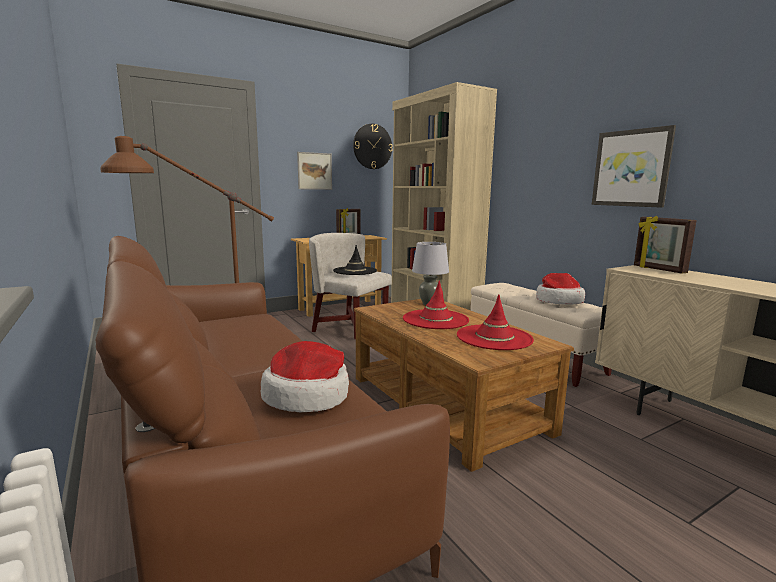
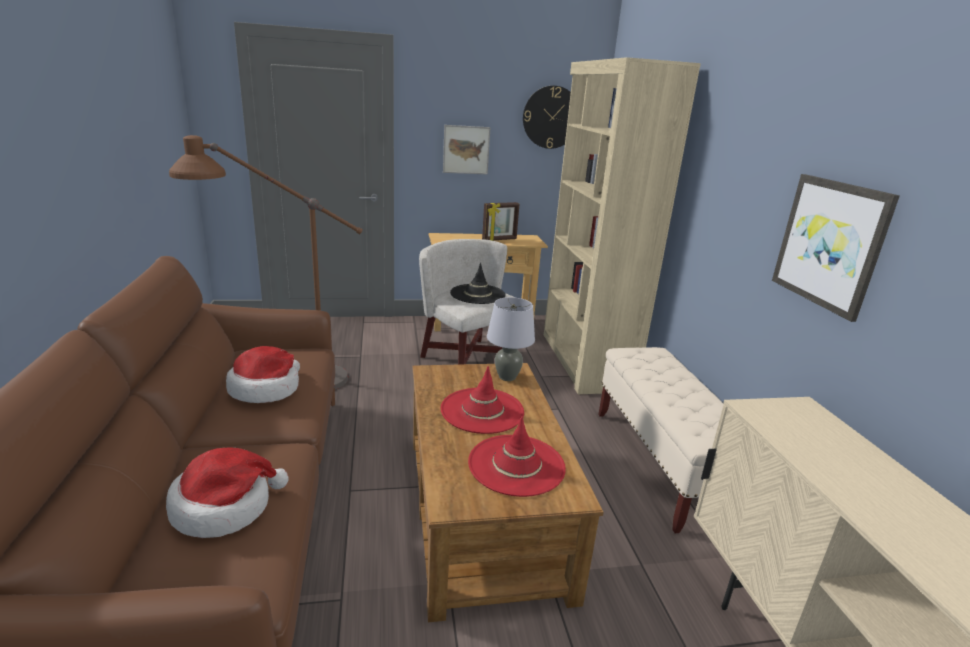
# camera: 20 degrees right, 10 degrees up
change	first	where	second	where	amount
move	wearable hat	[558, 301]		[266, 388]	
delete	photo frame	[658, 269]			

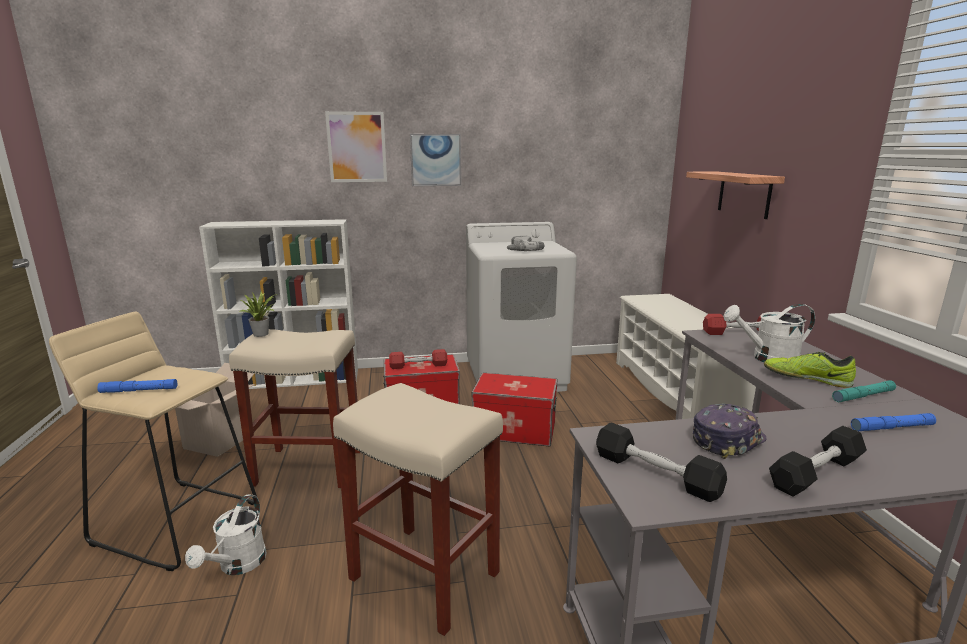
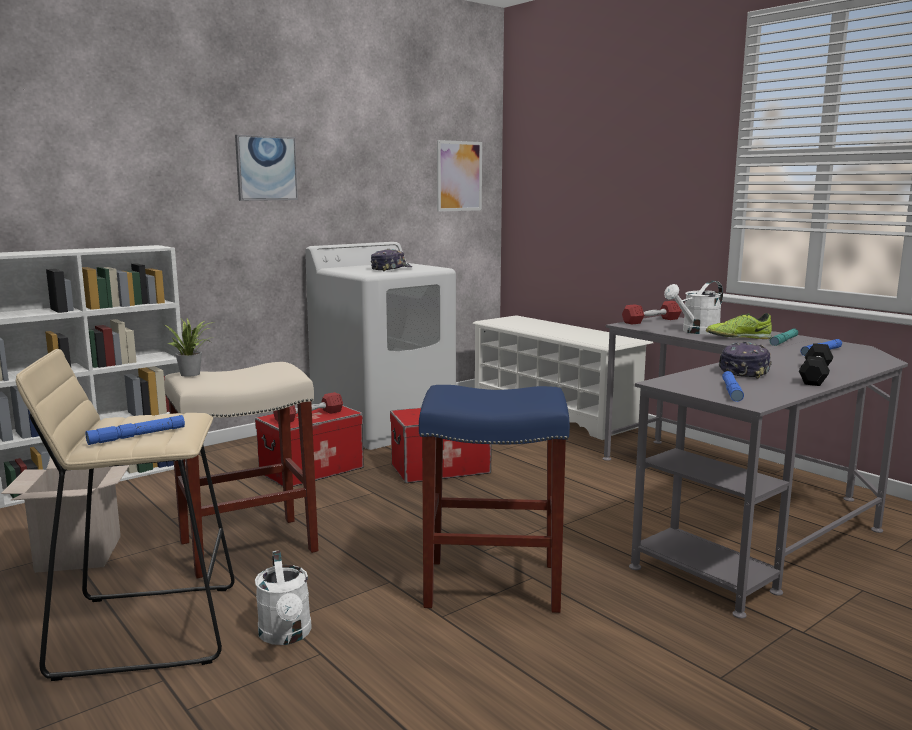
# camera: 30 degrees left, 5 degrees down
change	first	where	second	where	amount
replace	drill	[520, 249]	baseball cap	[391, 269]	
recolor	beige sitting stool	[422, 575]	blue-coloured sitting stool	[490, 585]	
move	wall art	[357, 147]		[459, 176]	
replace	blackish hand weight	[655, 474]	blue-coloured torch	[731, 391]	
delete	shelf	[744, 194]			

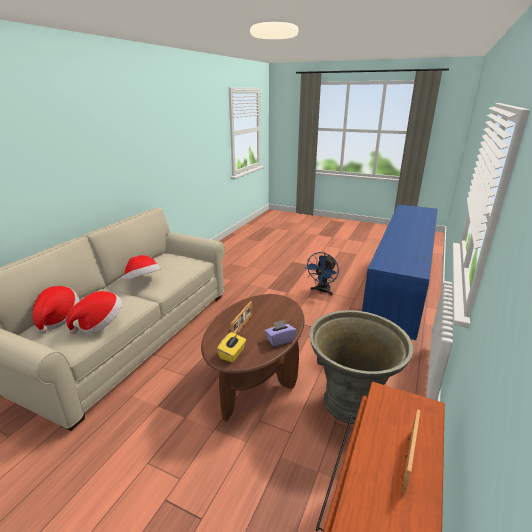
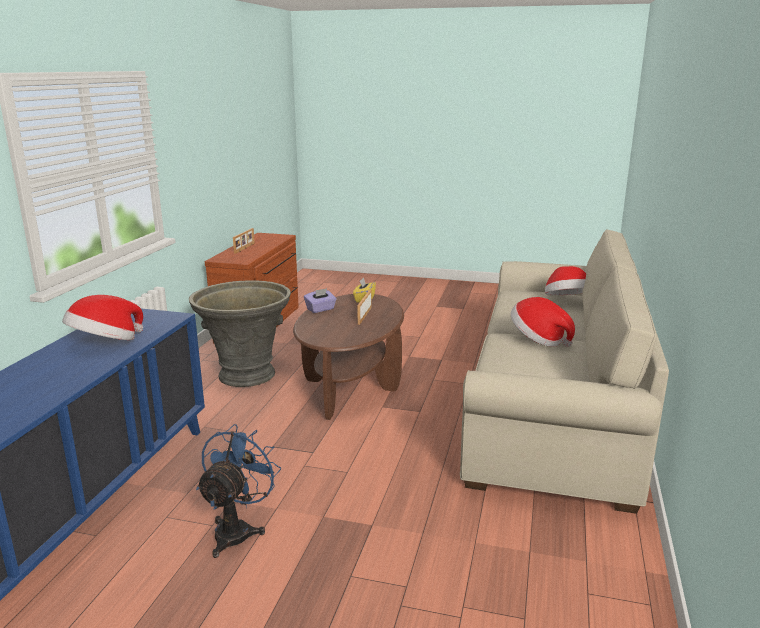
# camera: 170 degrees right, 5 degrees down
change	first	where	second	where	amount
move	wearable hat	[100, 324]		[105, 343]	

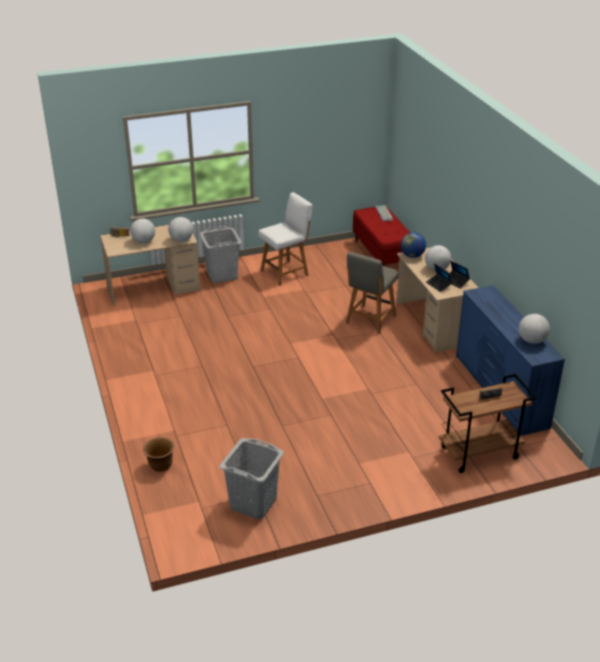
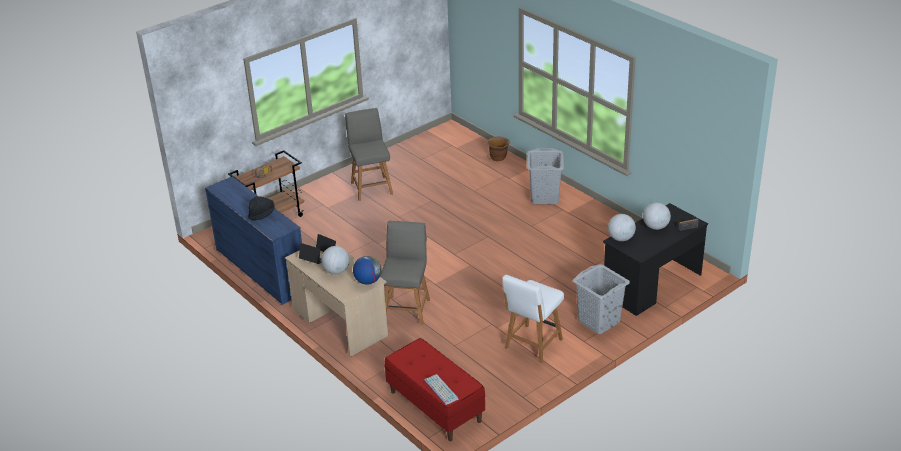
# camera: 160 degrees right, 0 degrees up
change	first	where	second	where	amount
insert			blackish wearable hat	[262, 214]	
insert			gray upright chair	[371, 187]	
move	gray laundry basket	[253, 503]		[545, 197]	
recolor	beige desk table	[153, 289]	blackish desk table	[652, 285]	
delete	world globe	[532, 341]			

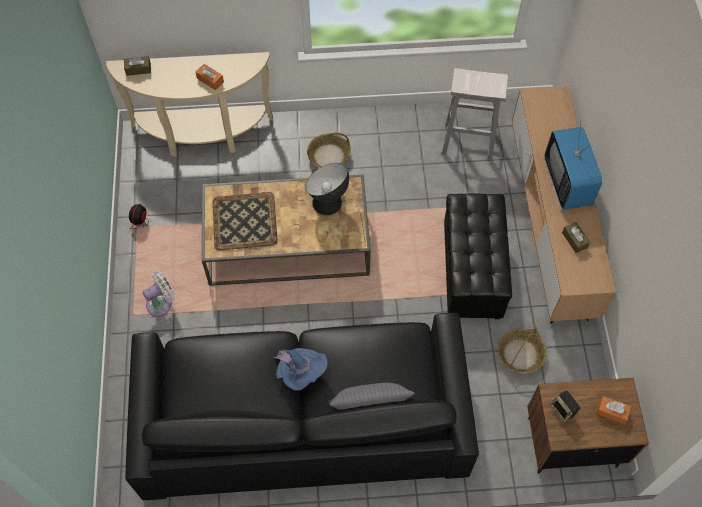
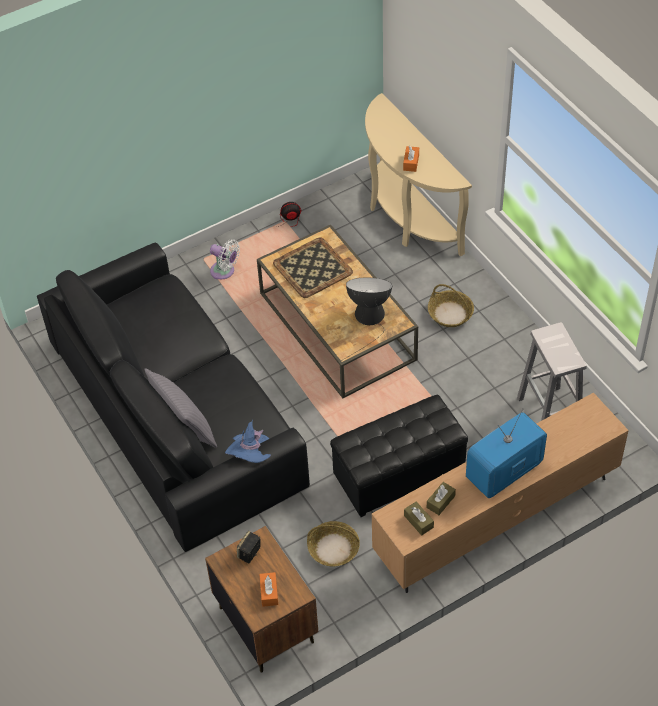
# camera: 65 degrees right, 10 degrees down
change	first	where	second	where	amount
move	blue-coloured wearable hat	[301, 373]		[251, 456]	
move	brown-coloured tissue box	[138, 69]		[418, 521]	

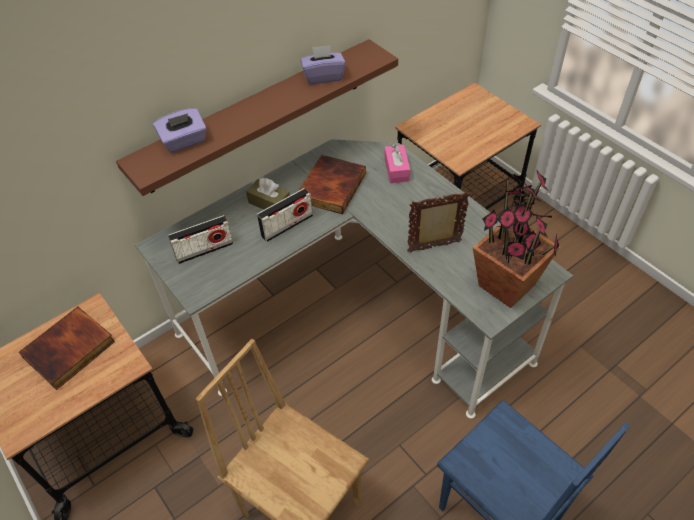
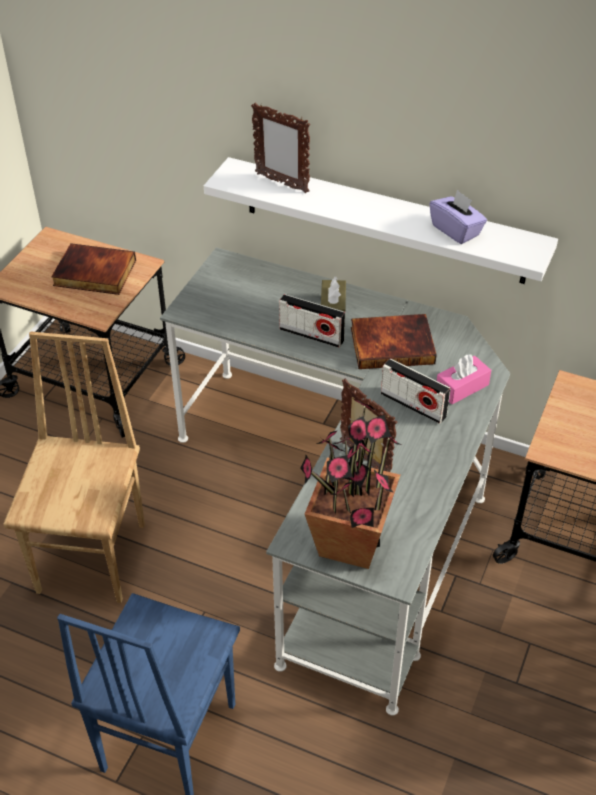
# camera: 60 degrees right, 5 degrees down
change	first	where	second	where	amount
recolor	brown-coloured shelf	[256, 115]	white shelf	[384, 221]	
replace	purple tissue box	[184, 142]	photo frame	[281, 183]	
move	radio set	[204, 250]		[413, 405]	

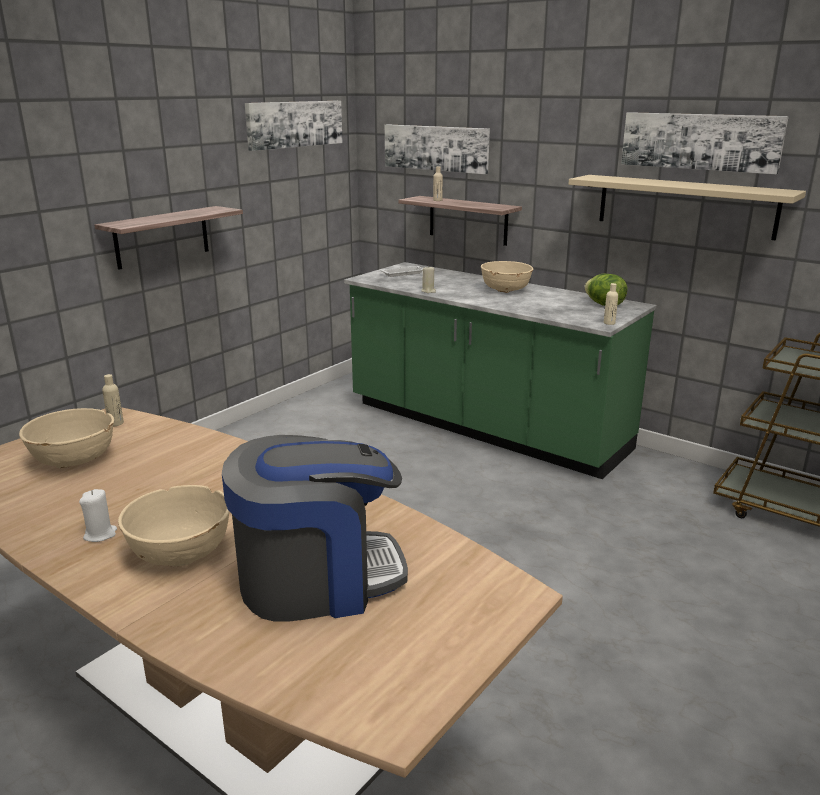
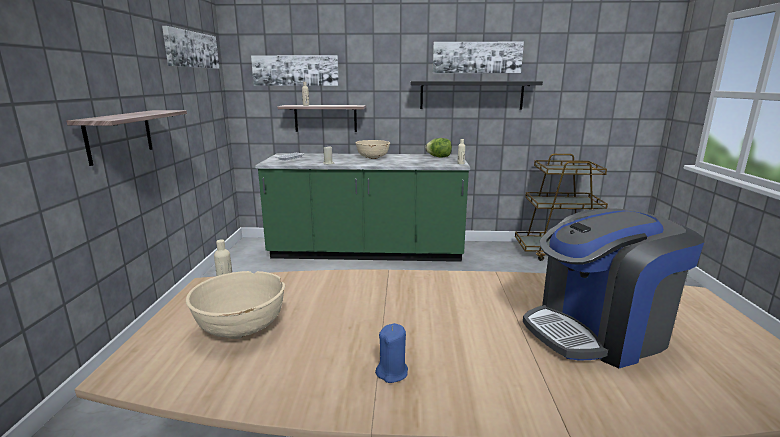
# camera: 35 degrees left, 5 degrees down
change	first	where	second	where	amount
recolor	white candle	[100, 534]	blue-coloured candle	[392, 372]	
recolor	beige shelf	[685, 206]	blackish shelf	[471, 95]	
rotate	coffee maker	[318, 579]		[598, 331]	150 degrees counterclockwise
delete	beige serving bowl	[180, 552]			

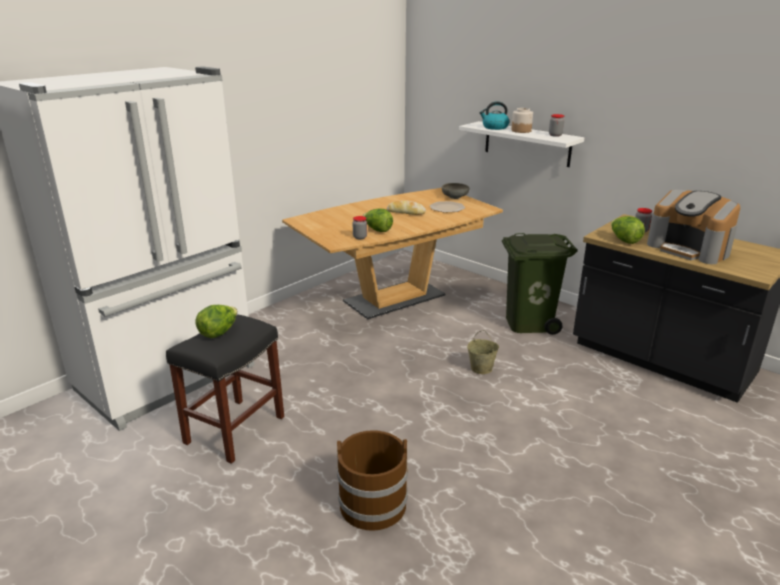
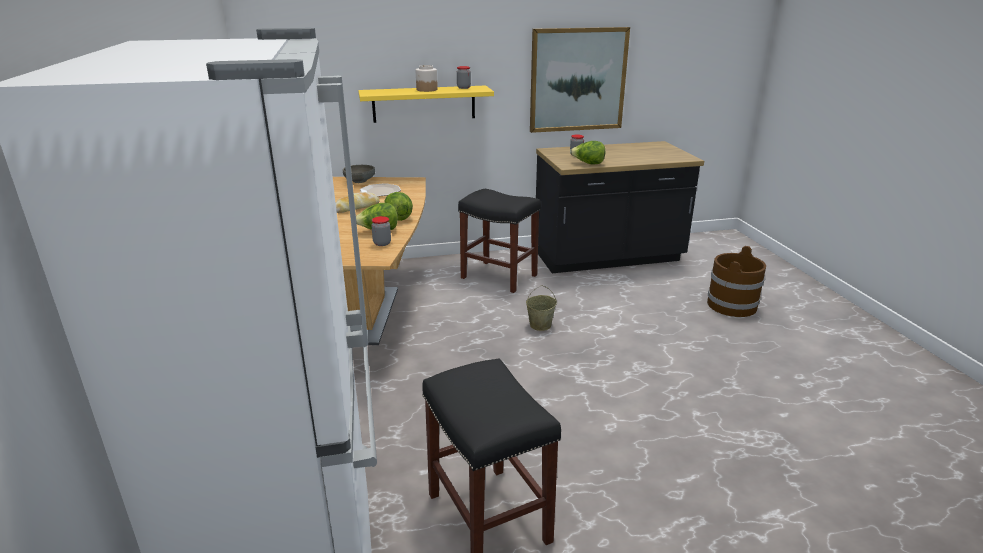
# camera: 55 degrees left, 0 degrees up
change	first	where	second	where	amount
recolor	white shelf	[527, 144]	yellow-coloured shelf	[424, 104]	
move	head of lettuce	[219, 332]		[398, 217]	
replace	green waste bin	[528, 323]	blackish sitting stool	[498, 276]	
insert			wall art	[578, 80]	
move	brown-coloured bucket	[372, 505]		[732, 305]	
delete	water kettle	[494, 127]			
delete	coffee maker	[689, 249]			

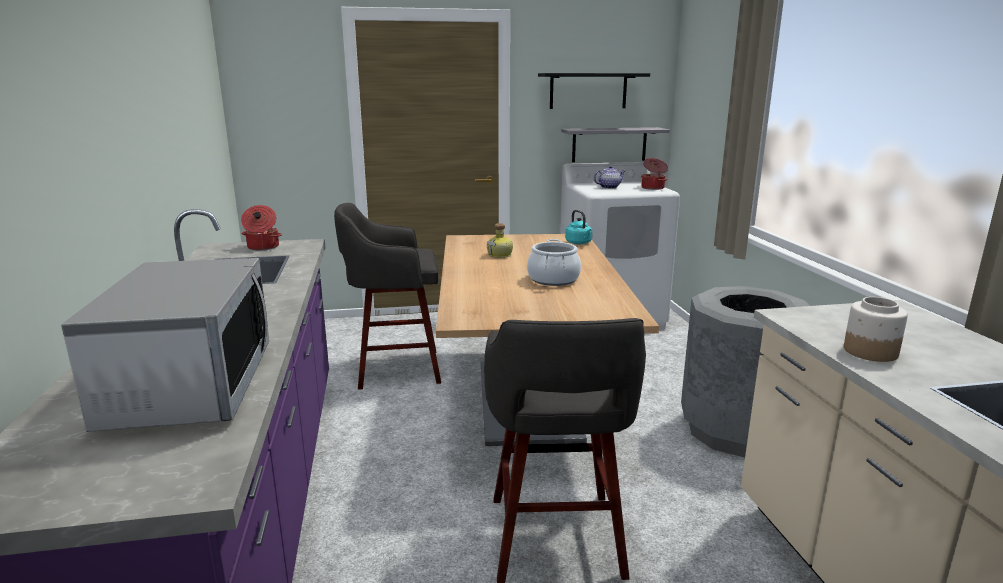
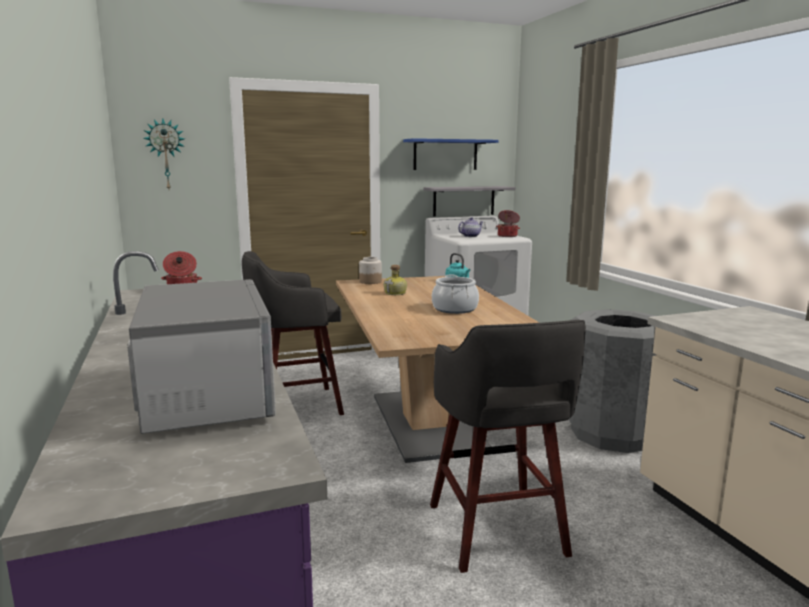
# camera: 10 degrees left, 5 degrees down
change	first	where	second	where	amount
insert			clock on the wall	[166, 155]	
move	preserve jar	[869, 352]		[370, 282]	
recolor	blackish shelf	[588, 91]	blue-coloured shelf	[445, 154]	

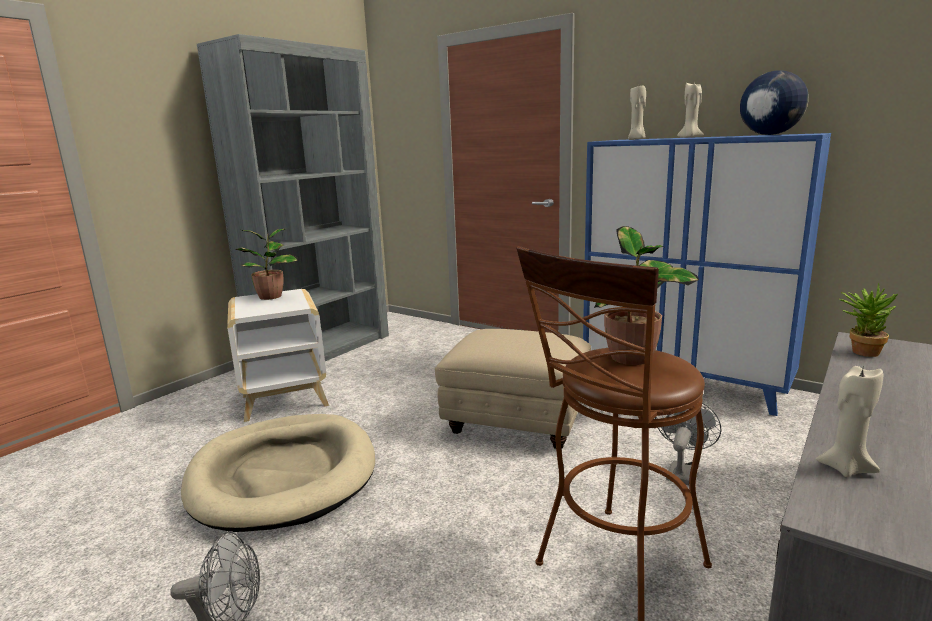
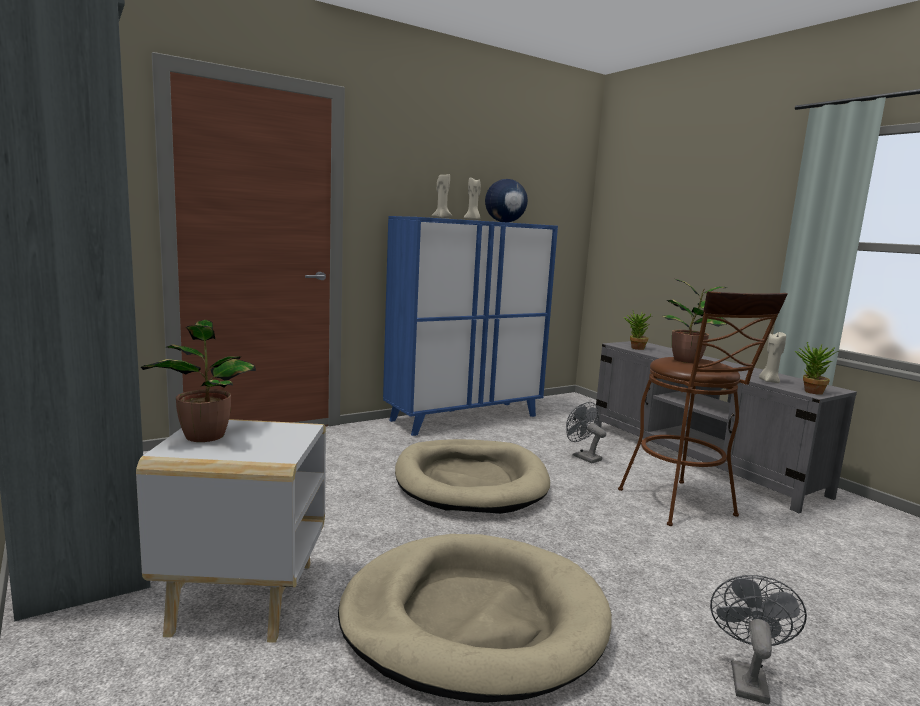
# camera: 70 degrees left, 5 degrees down
change	first	where	second	where	amount
replace	beige ottoman	[518, 423]	beige pet bed	[470, 481]	
insert			plant in a pot	[810, 392]	

